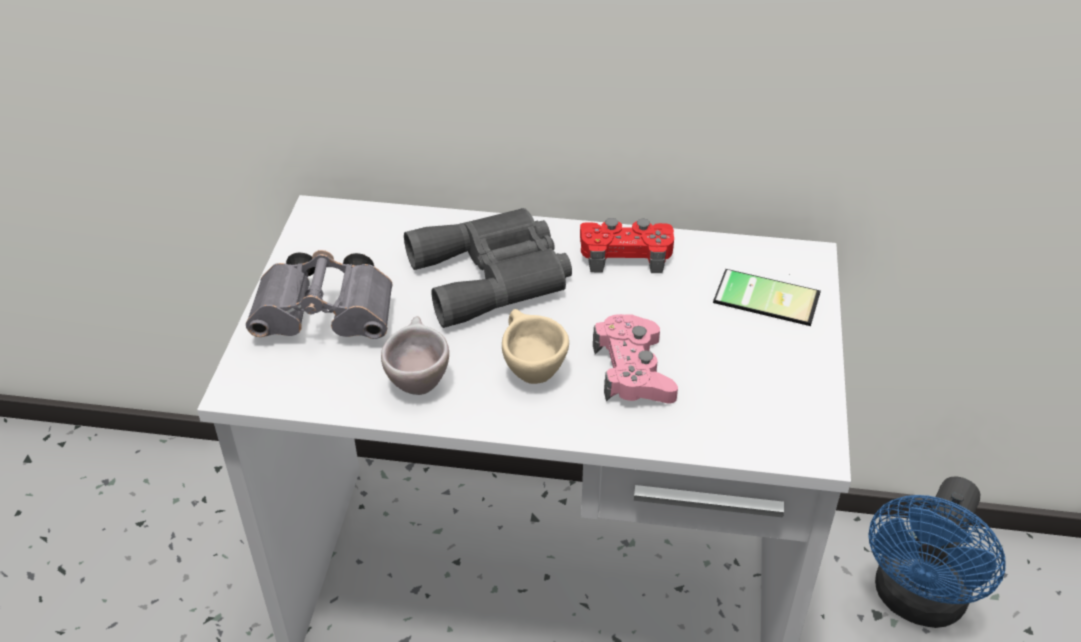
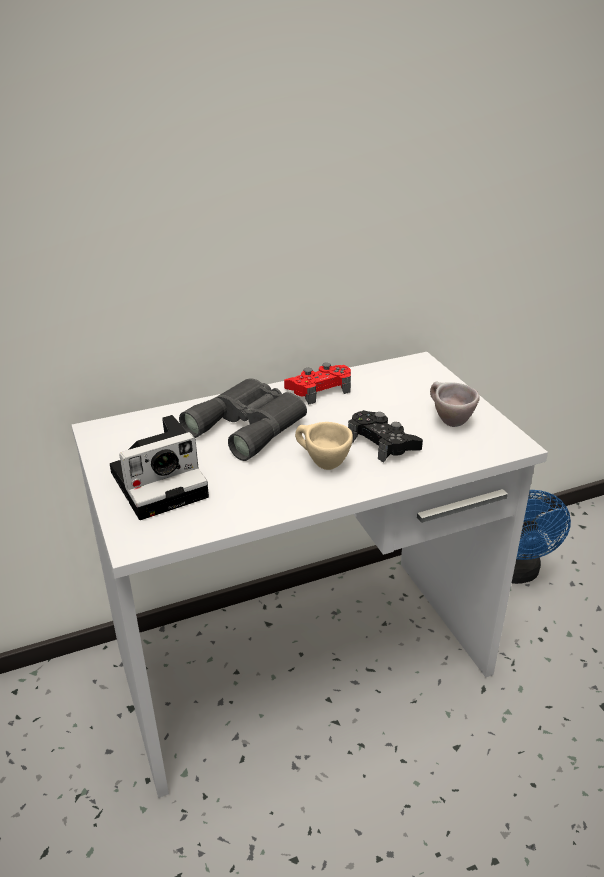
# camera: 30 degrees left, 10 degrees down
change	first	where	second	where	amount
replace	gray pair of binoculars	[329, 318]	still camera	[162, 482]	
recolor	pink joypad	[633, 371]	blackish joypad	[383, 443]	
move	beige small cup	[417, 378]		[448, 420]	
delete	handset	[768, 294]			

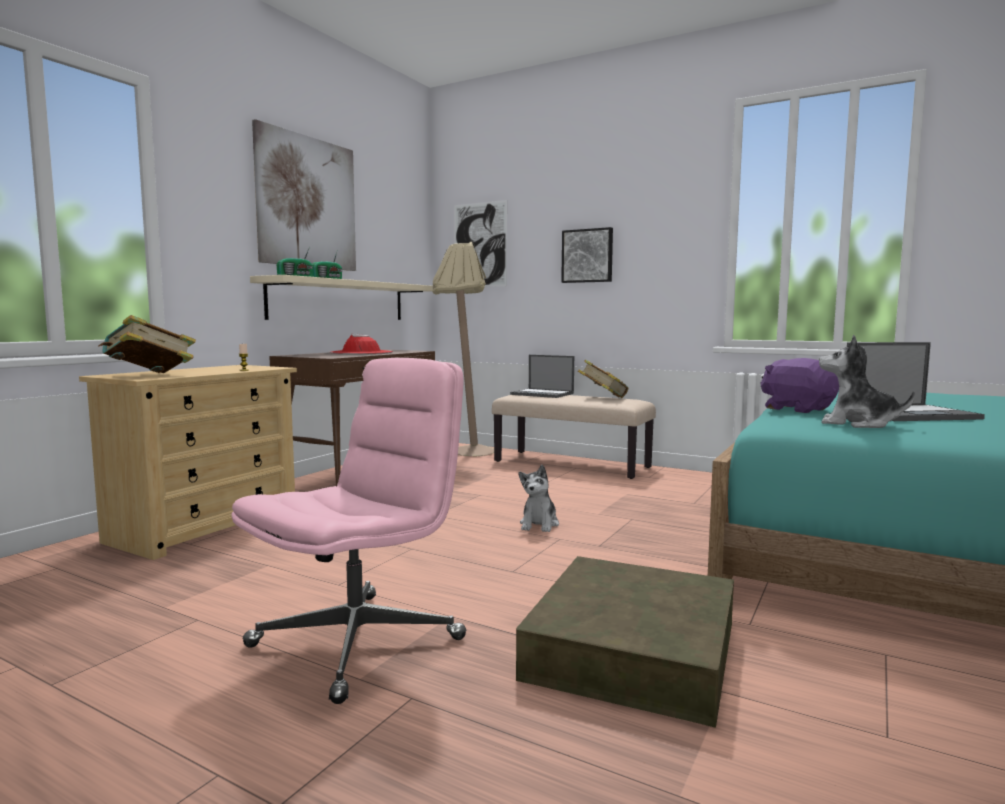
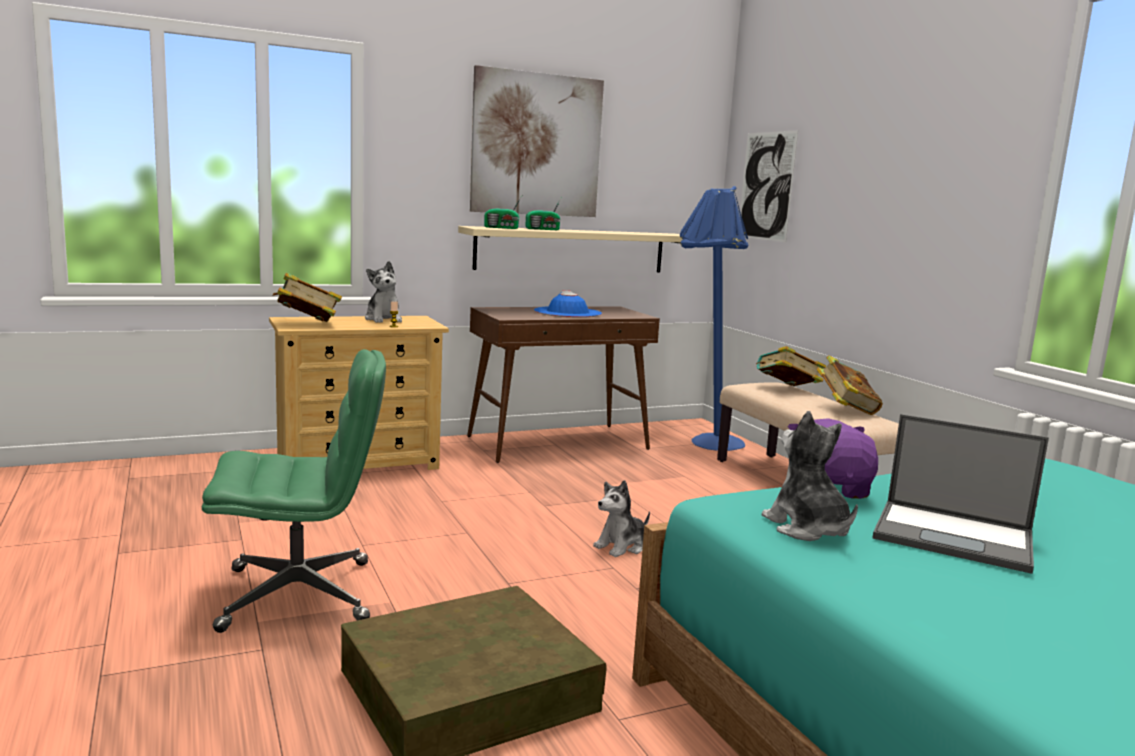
# camera: 35 degrees right, 5 degrees up
change	first	where	second	where	amount
recolor	pink computer chair	[358, 641]	green computer chair	[300, 595]	
insert			soft toy	[384, 319]	
recolor	reddish wearable hat	[361, 353]	blue-coloured wearable hat	[567, 312]	
recolor	beige floor lamp	[465, 453]	blue-coloured floor lamp	[704, 442]	
replace	notebook computer	[543, 394]	bound book	[787, 390]	
delete	wall art	[587, 256]			

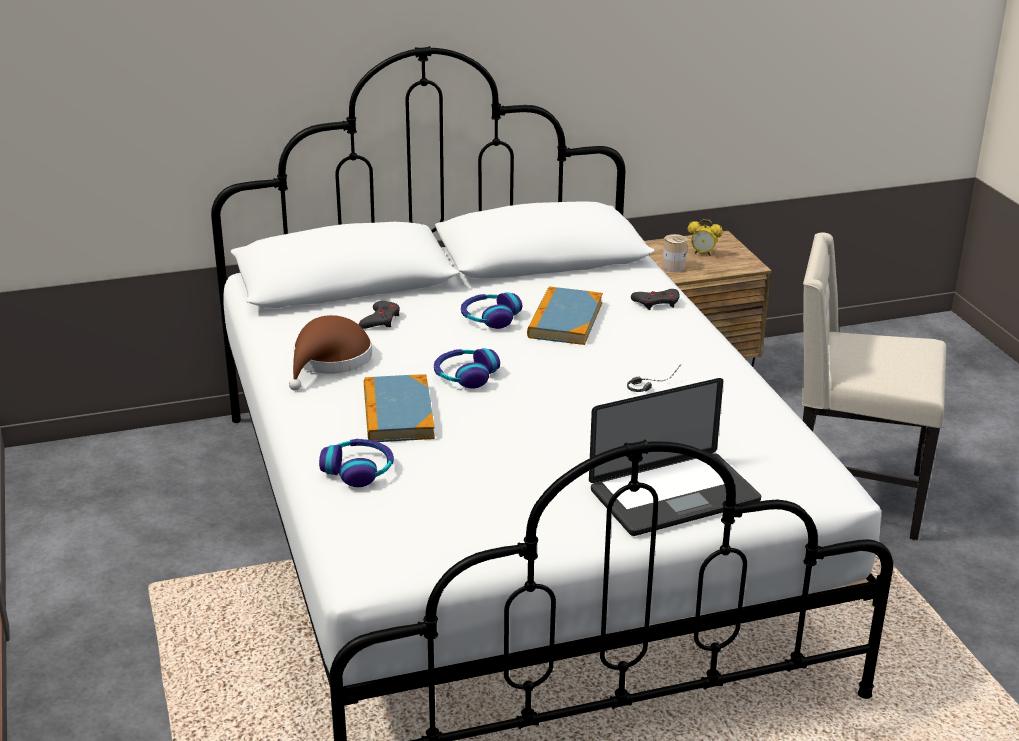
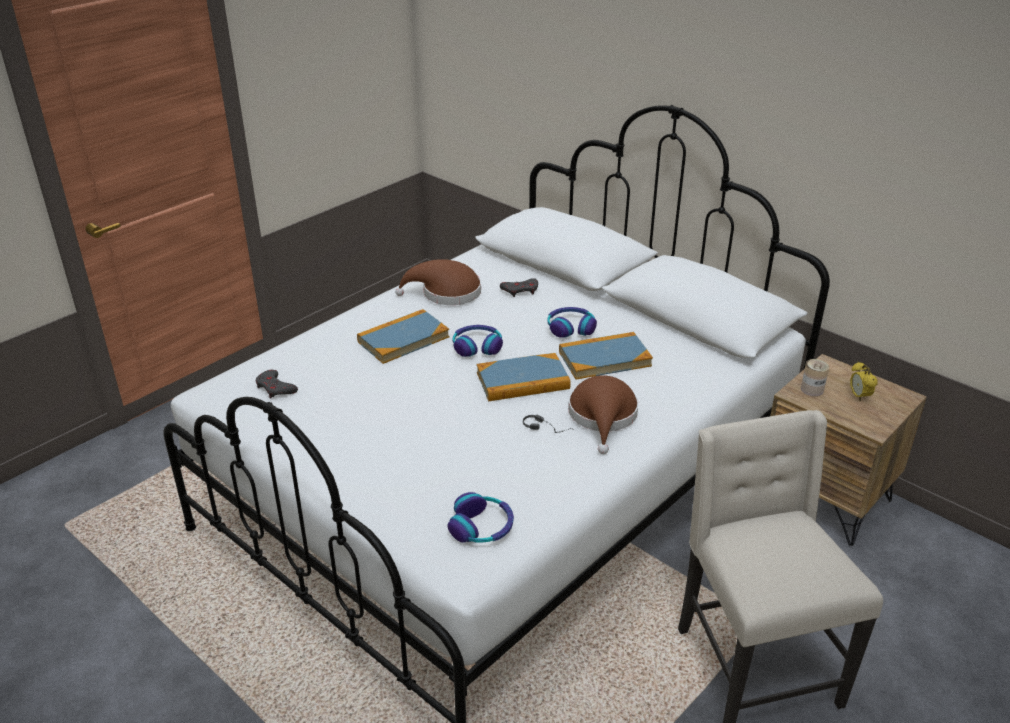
# camera: 60 degrees right, 5 degrees up
change	first	where	second	where	amount
move	gray joypad	[657, 303]		[275, 388]	
move	pair of headphones	[358, 470]		[482, 527]	
insert			bound book	[522, 381]	
insert			brown-coloured wearable hat	[603, 417]	
delete	notebook computer	[674, 496]			

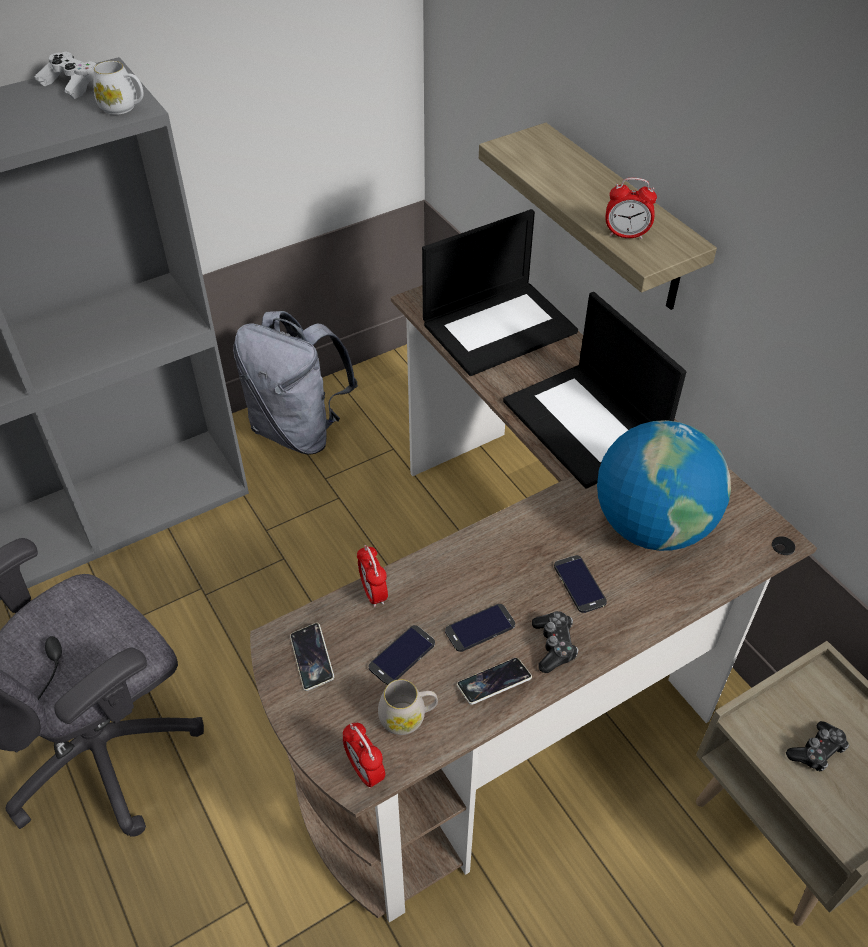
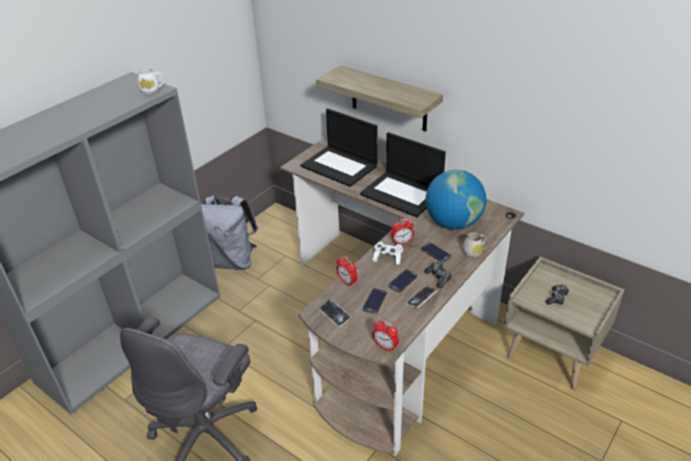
# camera: 20 degrees left, 10 degrees down
change	first	where	second	where	amount
rotate	notebook computer	[499, 326]		[340, 166]	90 degrees clockwise
move	white joypad	[71, 85]		[387, 258]	
move	alarm clock	[626, 235]		[402, 243]	
move	white coffee mug	[408, 717]		[474, 251]	

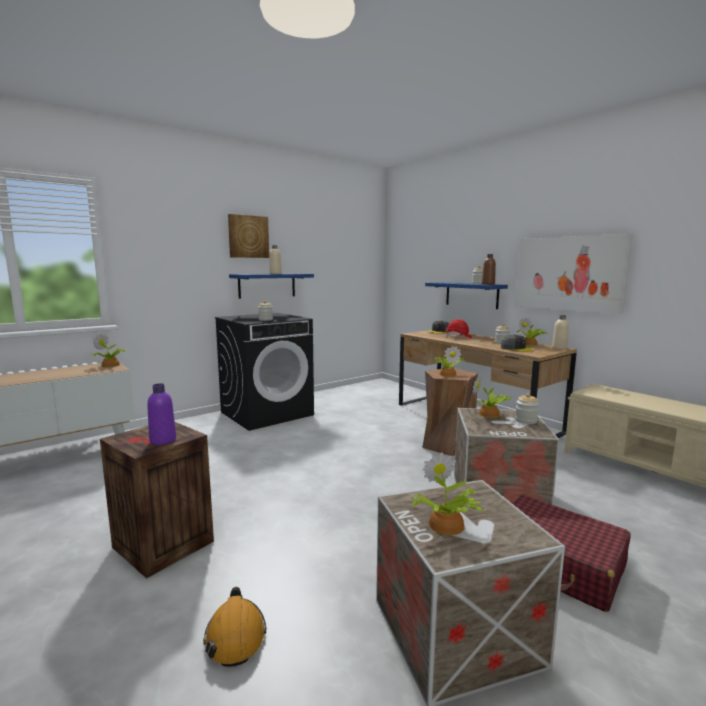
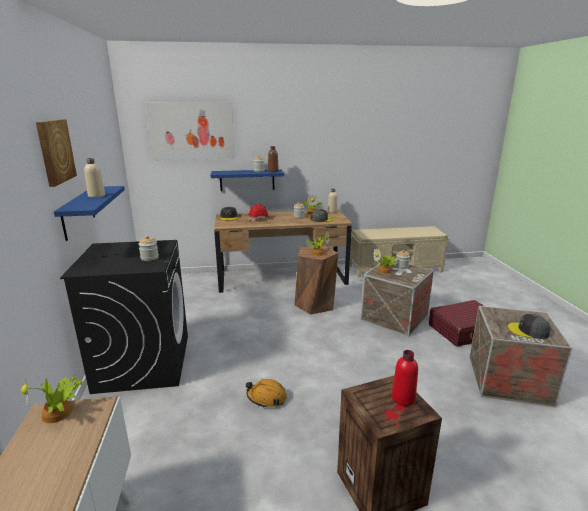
# camera: 60 degrees left, 10 degrees up
change	first	where	second	where	amount
move	wall art	[568, 273]		[192, 131]	
move	orange work helmet	[235, 636]		[266, 397]	
recolor	purple drink bottle	[163, 440]	reddish drink bottle	[403, 398]	
replace	plant in a pot	[445, 525]	gray baseball cap	[528, 331]	

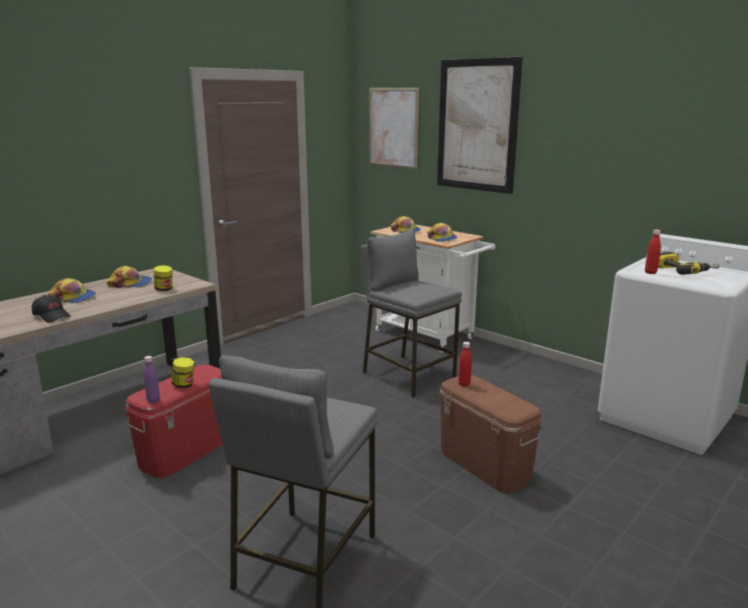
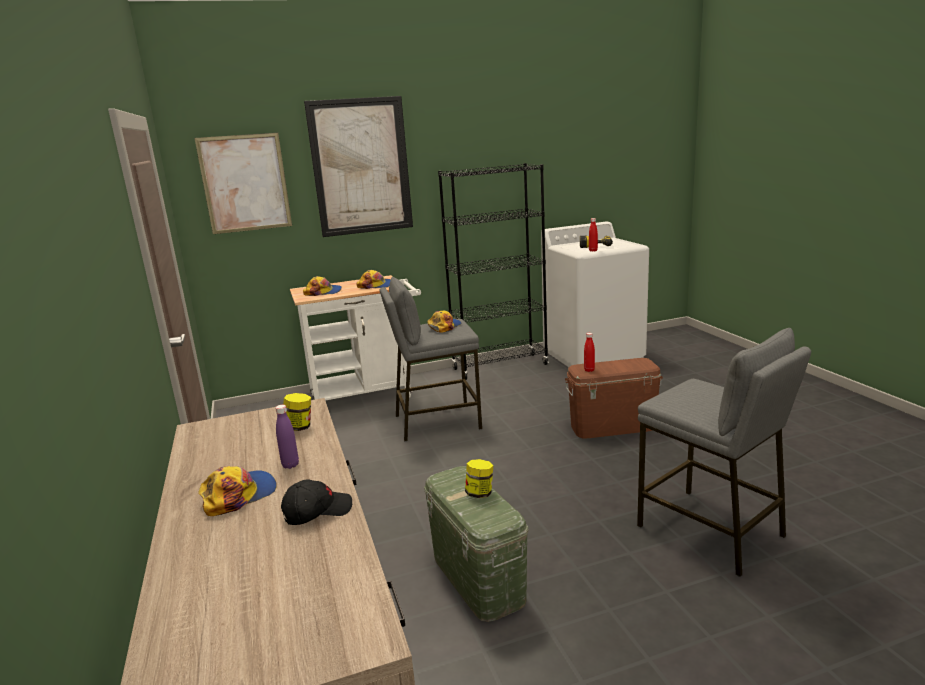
# camera: 60 degrees left, 0 degrees up
change	first	where	second	where	amount
move	purple drink bottle	[153, 400]		[290, 465]	
recolor	reddish storage bin	[186, 451]	green storage bin	[477, 578]	
move	baseball cap	[131, 283]		[444, 326]	
insert			blackish bookcase	[500, 367]	

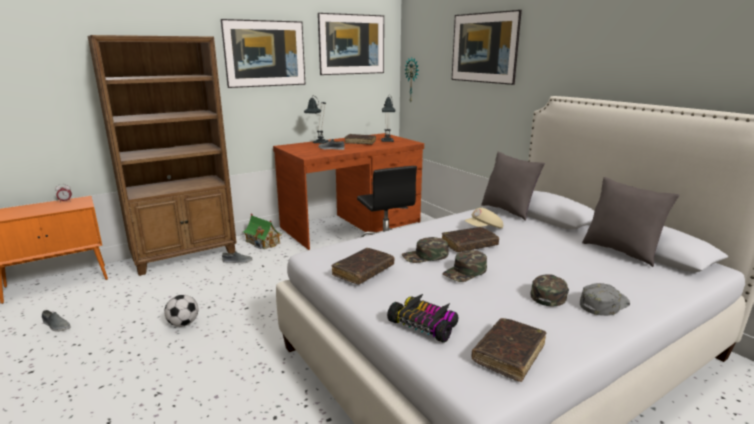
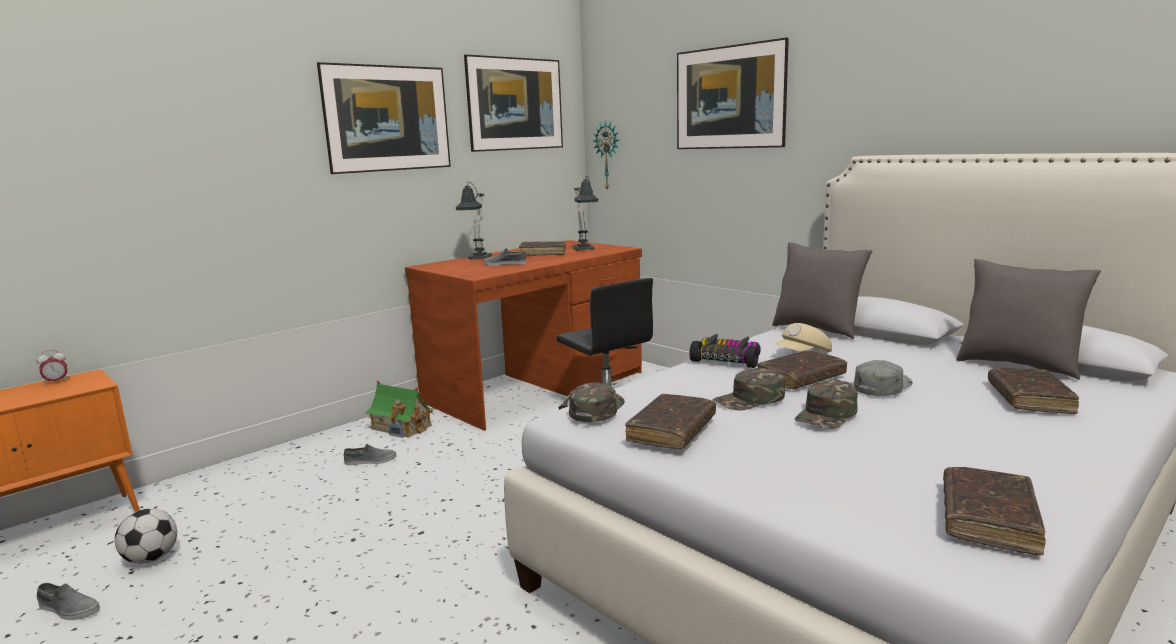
# camera: 10 degrees left, 5 degrees down
change	first	where	second	where	amount
move	football	[183, 324]		[151, 559]	
move	green baseball cap	[549, 294]		[596, 409]	
move	toy car	[424, 325]		[726, 360]	
move	gray baseball cap	[603, 304]		[882, 386]	
insert			brown-coloured bound book	[1029, 399]	
delete	brown-coloured bookcase	[185, 256]			

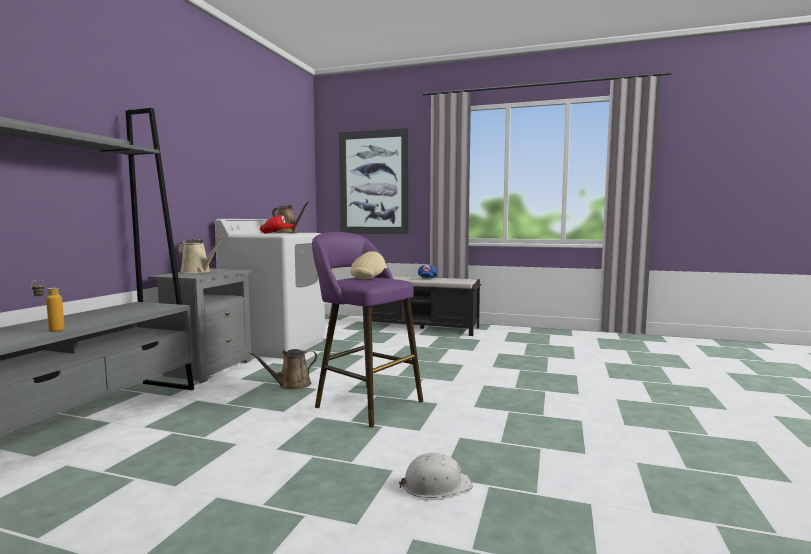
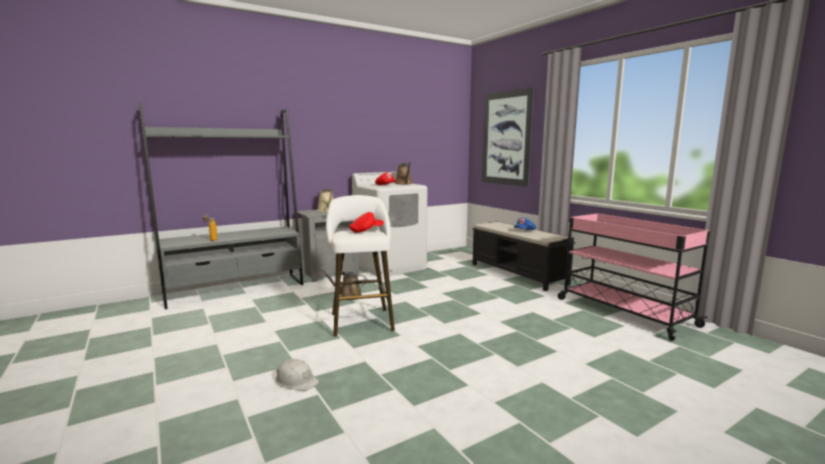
# camera: 40 degrees right, 5 degrees up
change	first	where	second	where	amount
recolor	purple sitting stool	[364, 403]	white sitting stool	[361, 320]	
recolor	beige baseball cap	[369, 277]	reddish baseball cap	[366, 231]	
insert			pink wheeled cart	[622, 311]	

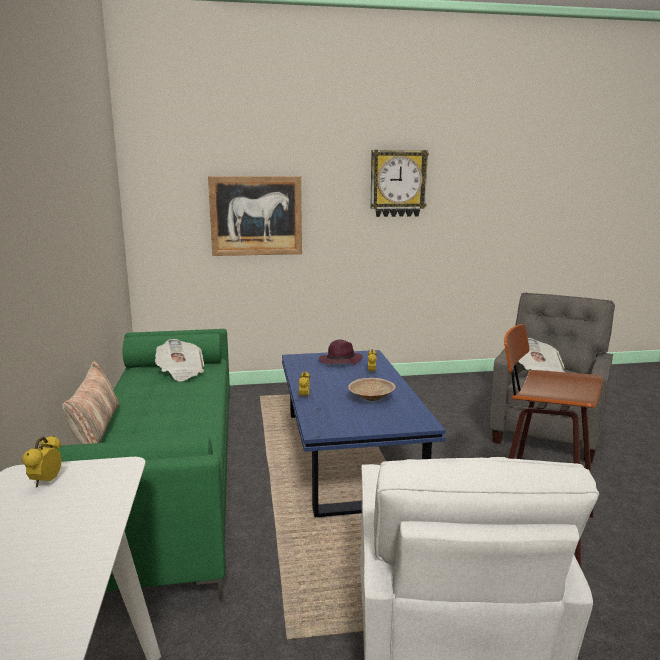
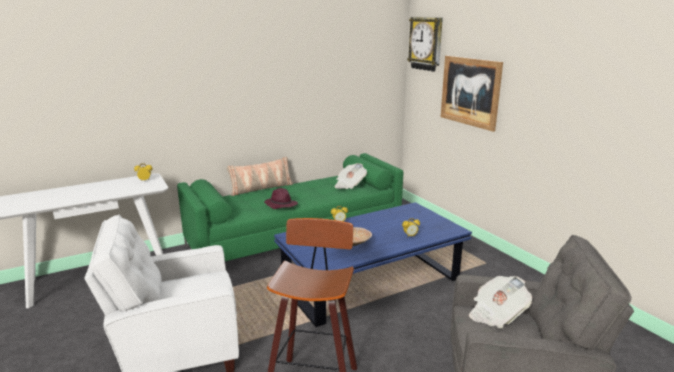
# camera: 70 degrees right, 5 degrees up
change	first	where	second	where	amount
move	purple wearable hat	[340, 361]		[280, 204]	
move	clock on the wall	[398, 183]		[426, 44]	

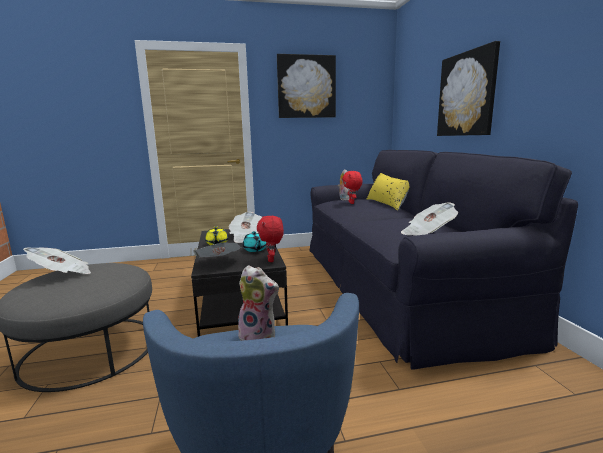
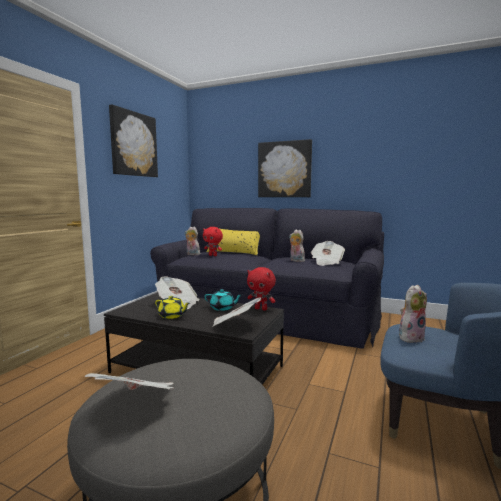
# camera: 55 degrees left, 5 degrees down
change	first	where	second	where	amount
insert			soft toy	[296, 261]	

